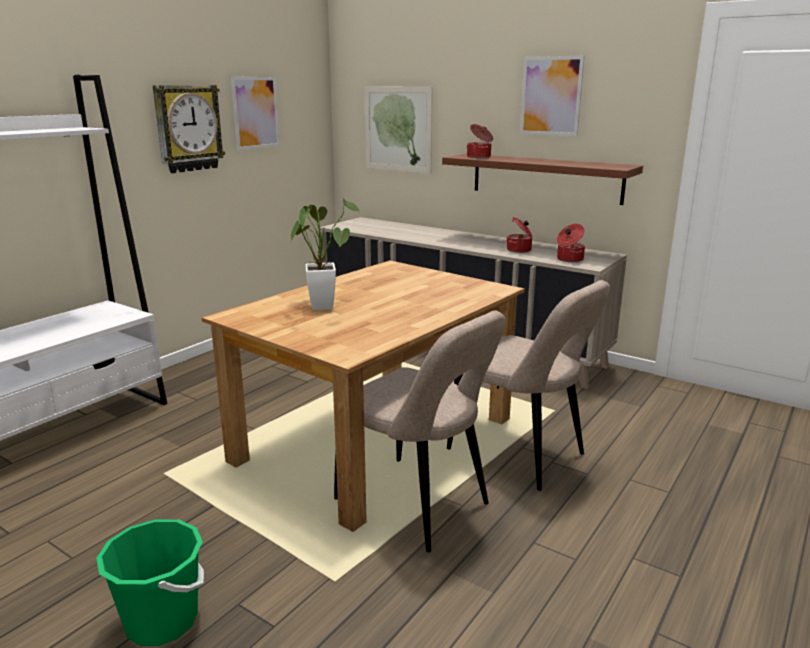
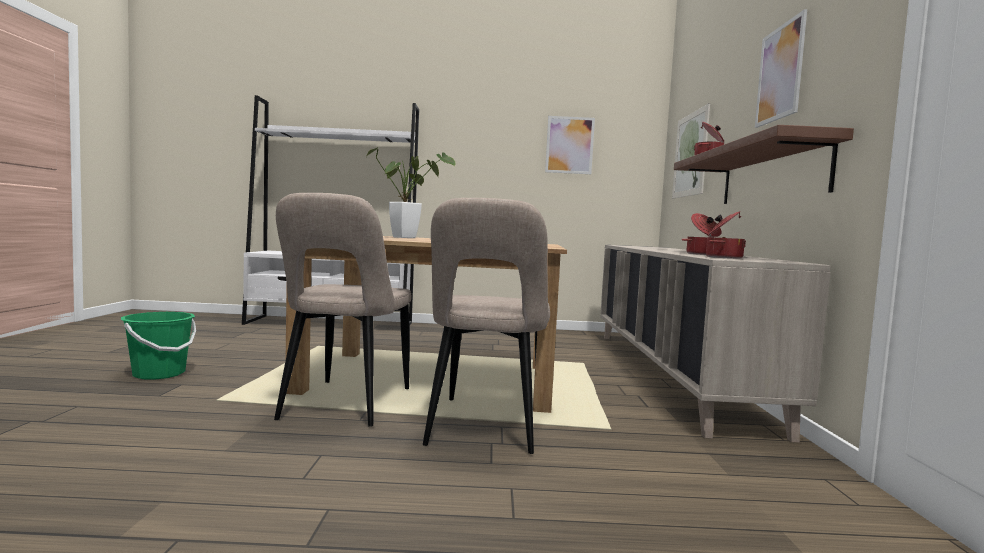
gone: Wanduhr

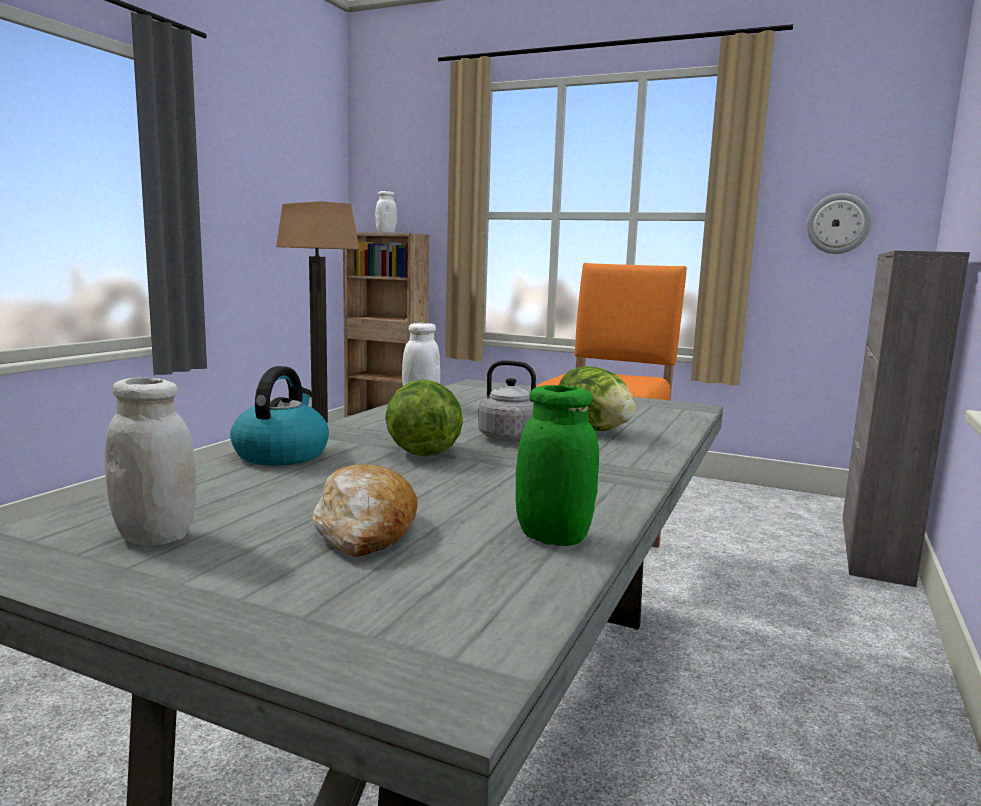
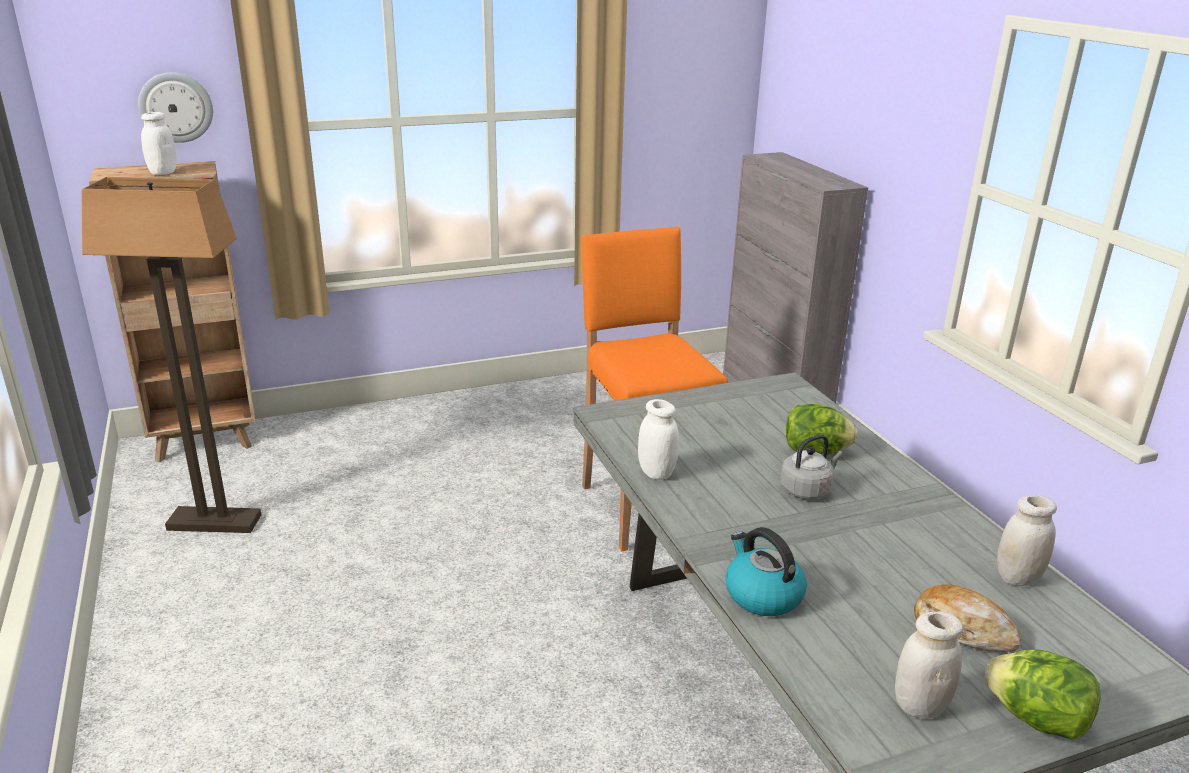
shifted: Salatkopf (no. 1 from left in the first image) to Salatkopf (no. 2 from left); Wanduhr
repainted: Vorratsglas (grün) to Vorratsglas (weiß) (no. 4 from left)

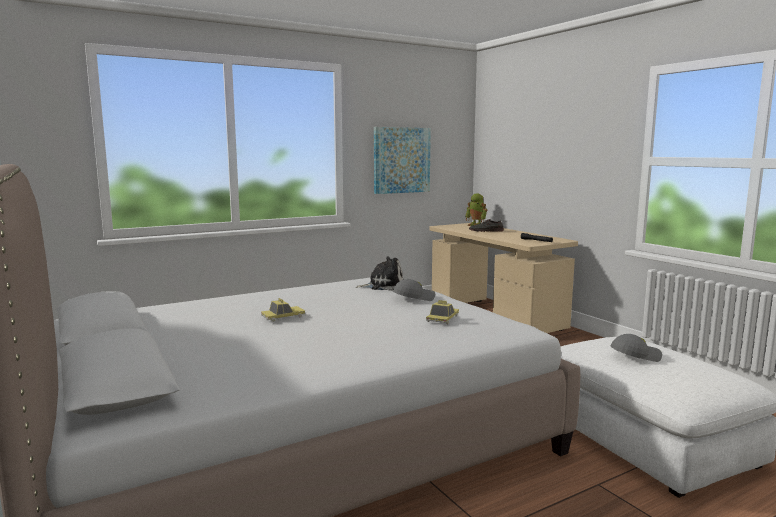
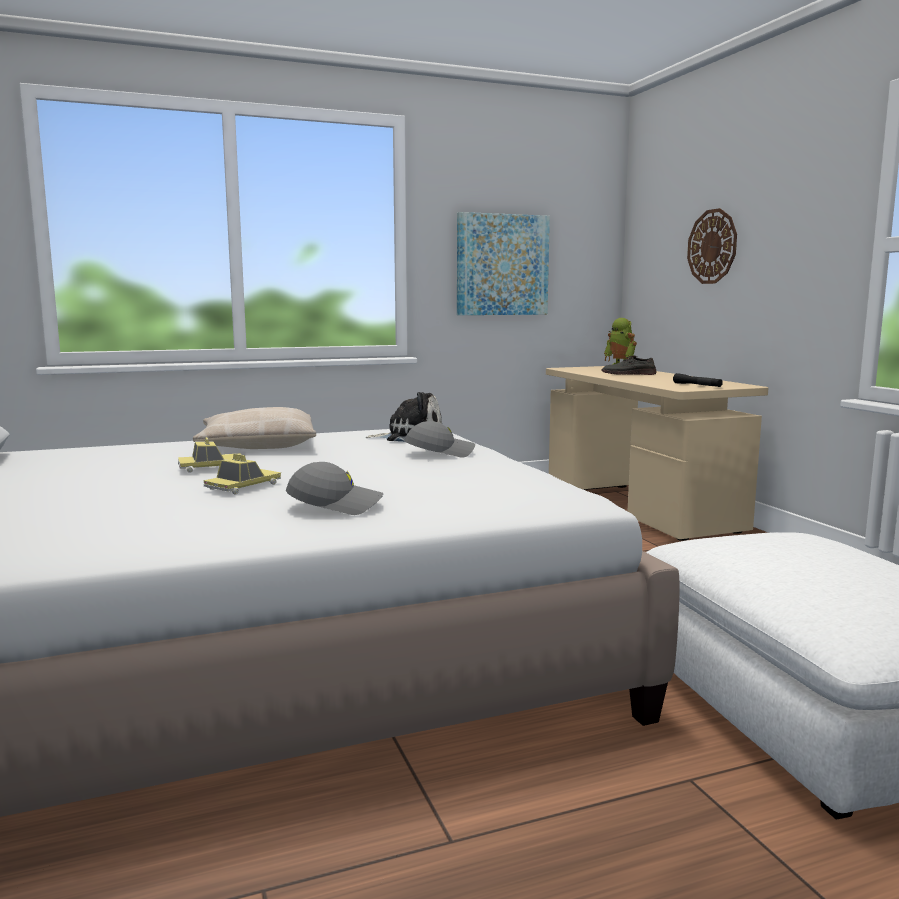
new: Kissen (beige); Wanduhr
shifted: Spielzeugauto (no. 2 from left); Kappe (grau) (no. 2 from left in the first image) to Kappe (grau) (no. 1 from left)

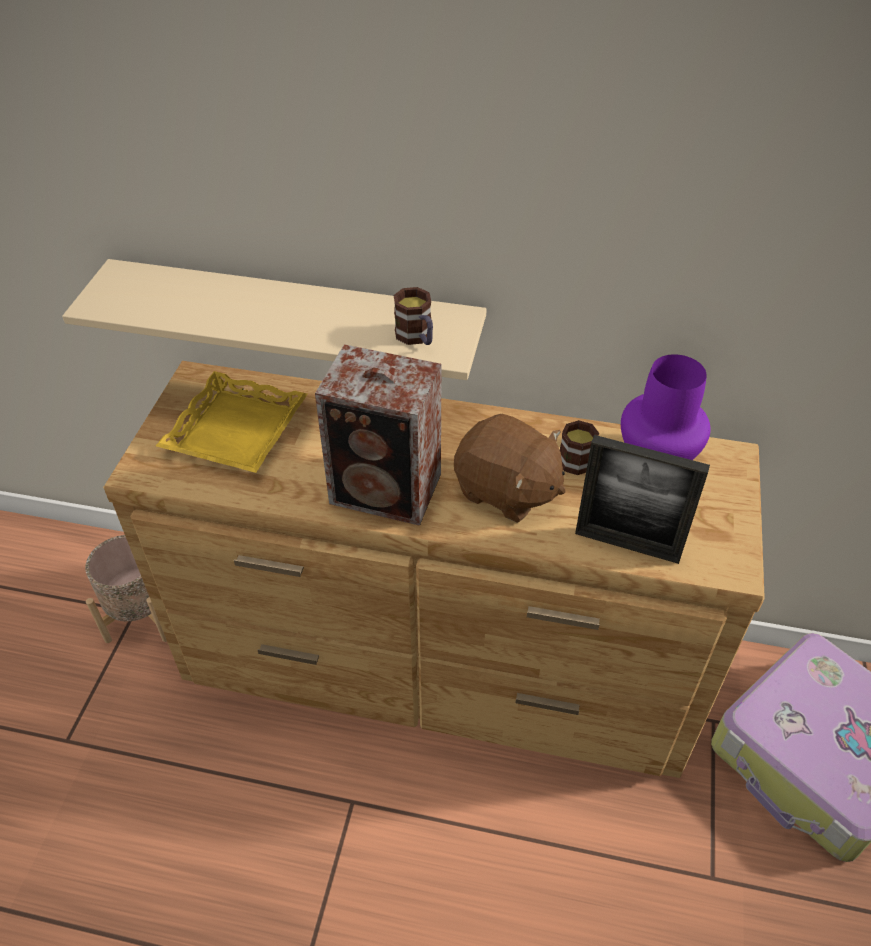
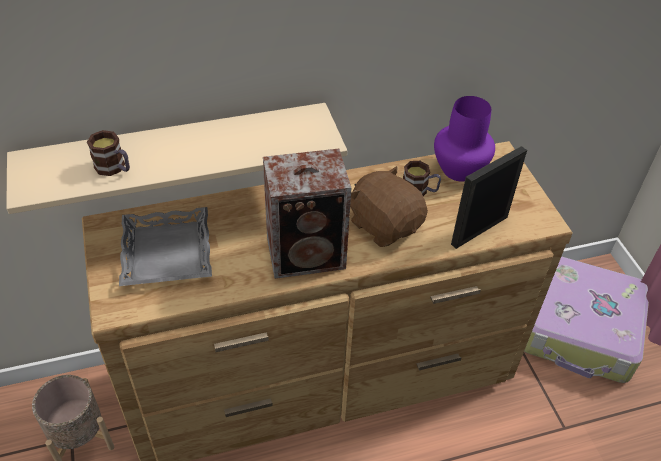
shifted: Henkelbecher (no. 1 from left)
repainted: Tablett (gelb) to Tablett (grau)
rotated: Plüschtier (braun) 135 degrees counterclockwise; Bilderrahmen 150 degrees clockwise

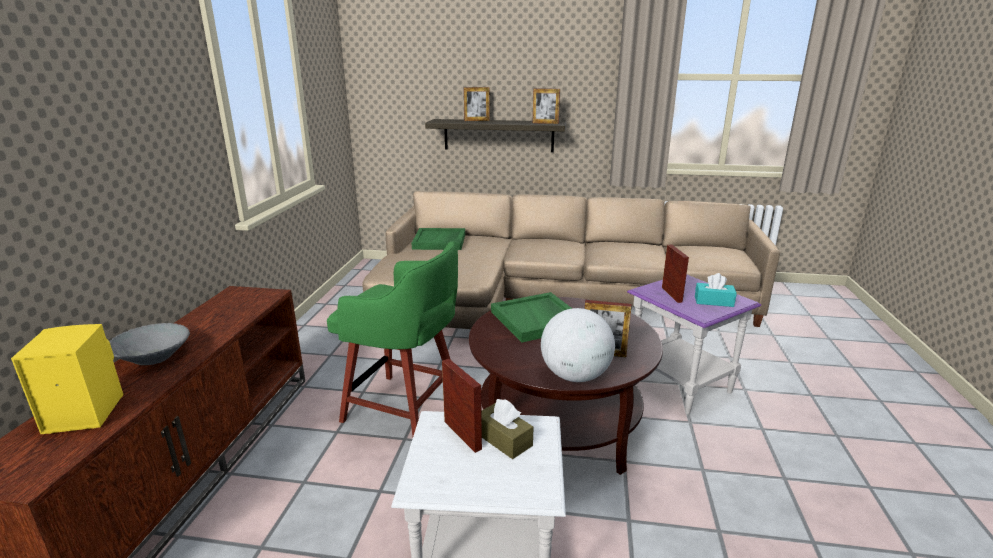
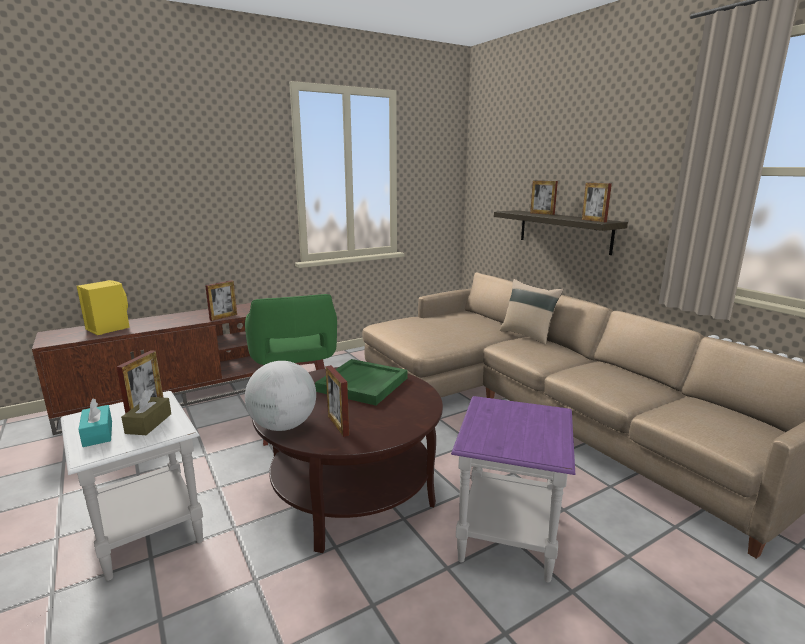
gone: Schüssel (grau); Tablett (grün) (no. 1 from left)
new: Kissen (beige)
shifted: Bilderrahmen (no. 5 from left in the first image) to Bilderrahmen (no. 2 from left); Taschentuchbox (türkis)

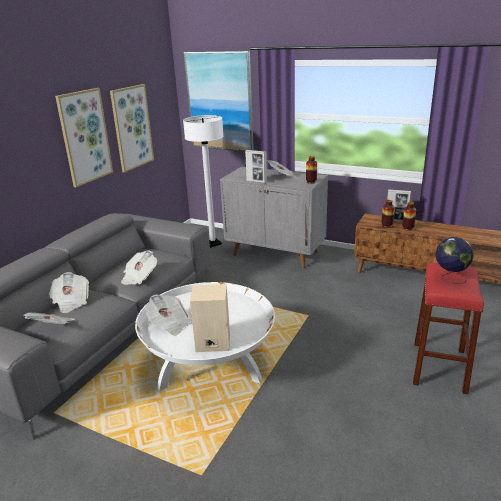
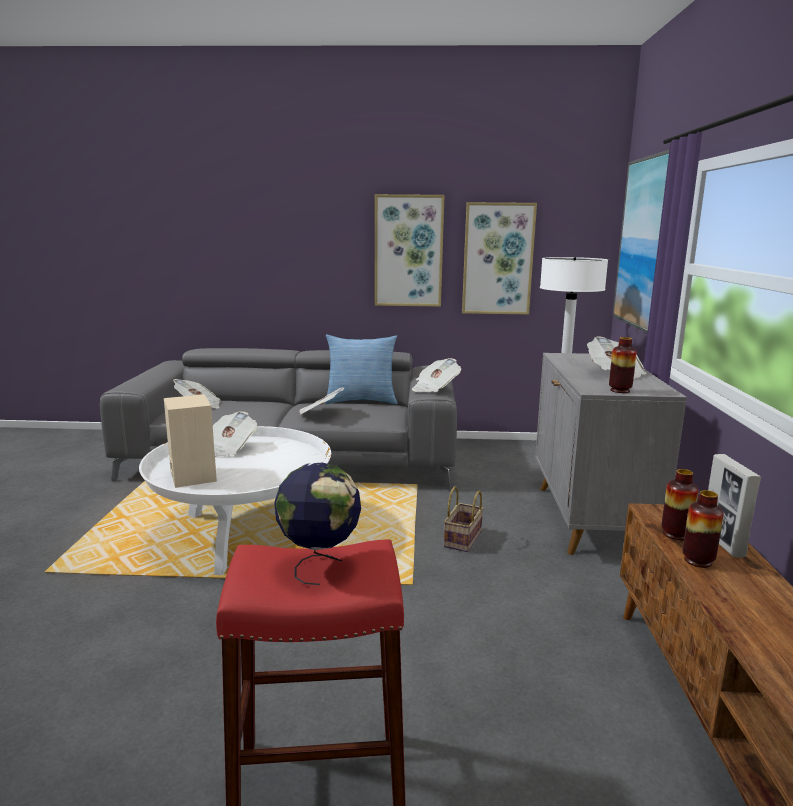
gone: Bilderrahmen (no. 1 from left)
new: Kissen; Korb
shifted: Zeitung (no. 2 from left in the first image) to Zeitung (no. 4 from left)

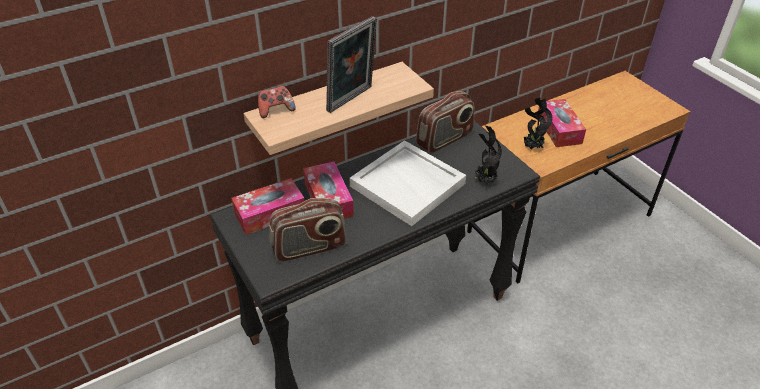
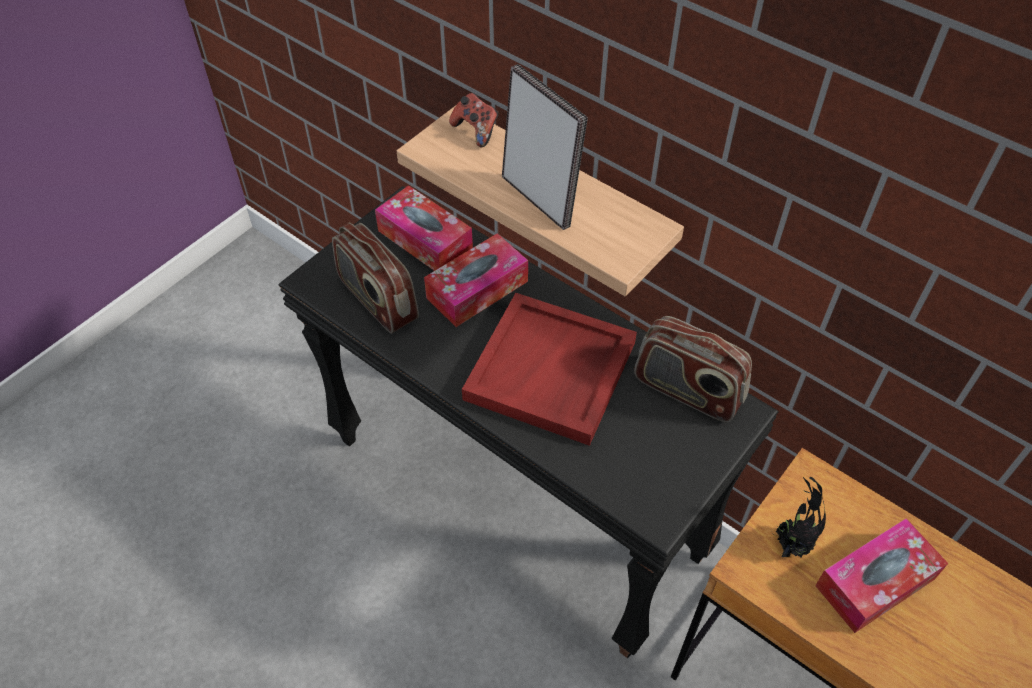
gone: Topfpflanze (no. 1 from left)
repainted: Tablett (weiß) to Tablett (rot)
rotated: Bilderrahmen 150 degrees counterclockwise

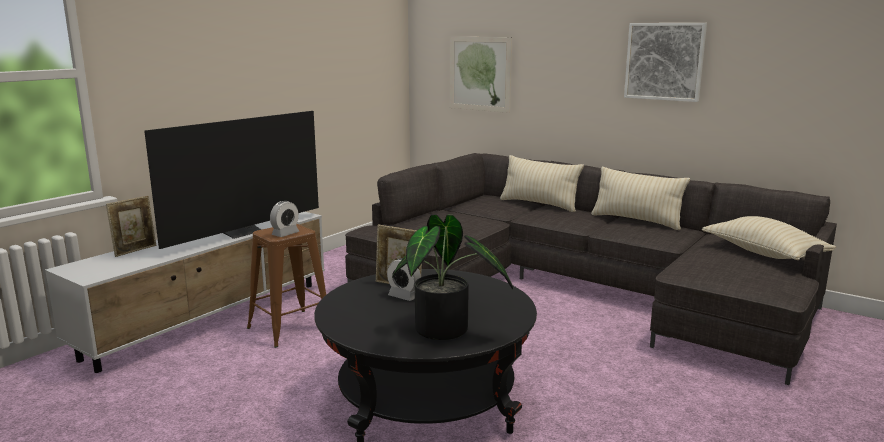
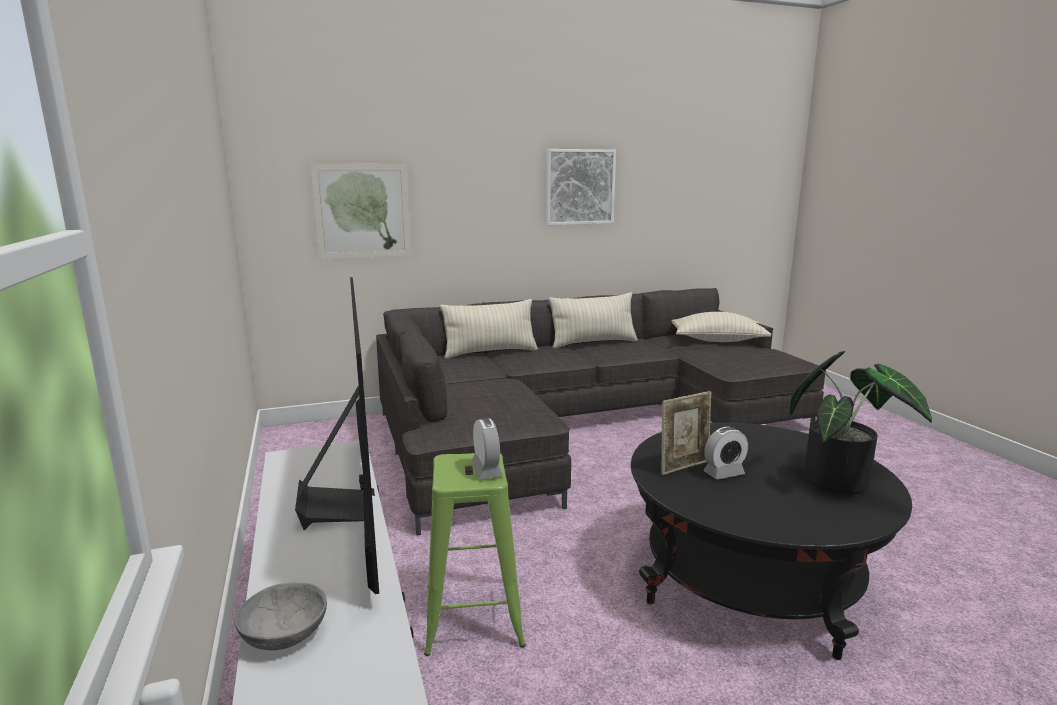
swapped: Bilderrahmen (no. 1 from left) to Schüssel (grau)
repainted: Hocker (braun) to Hocker (grün)

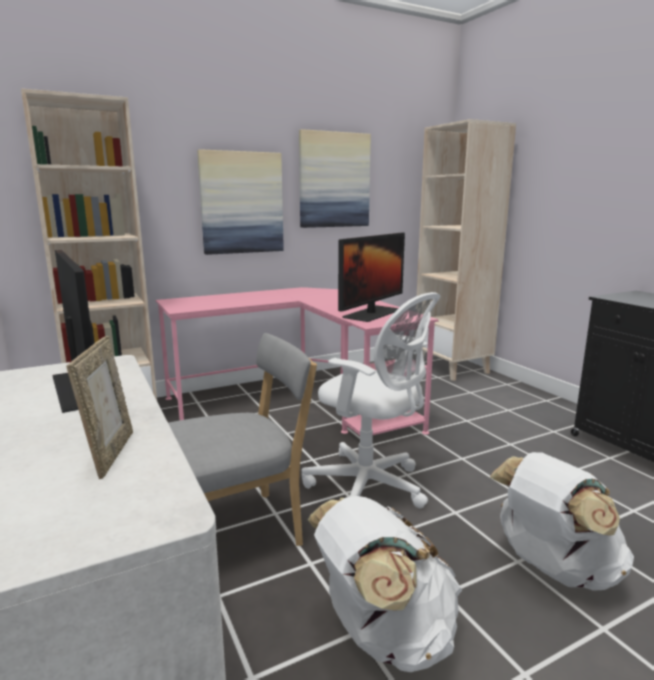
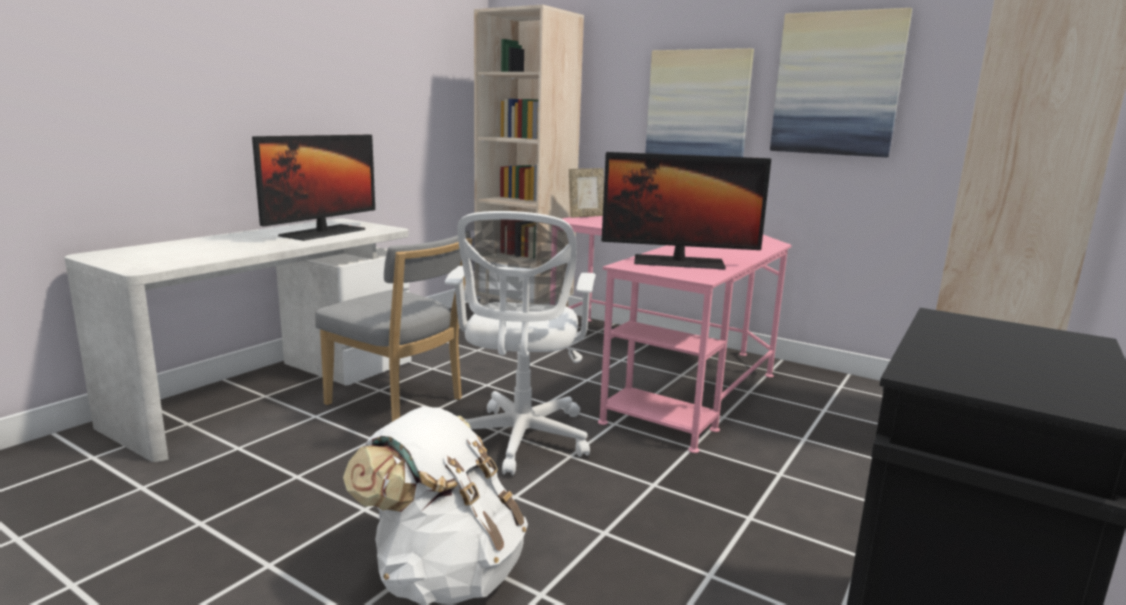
gone: Rucksack (weiß) (no. 1 from left)
shifted: Bilderrahmen

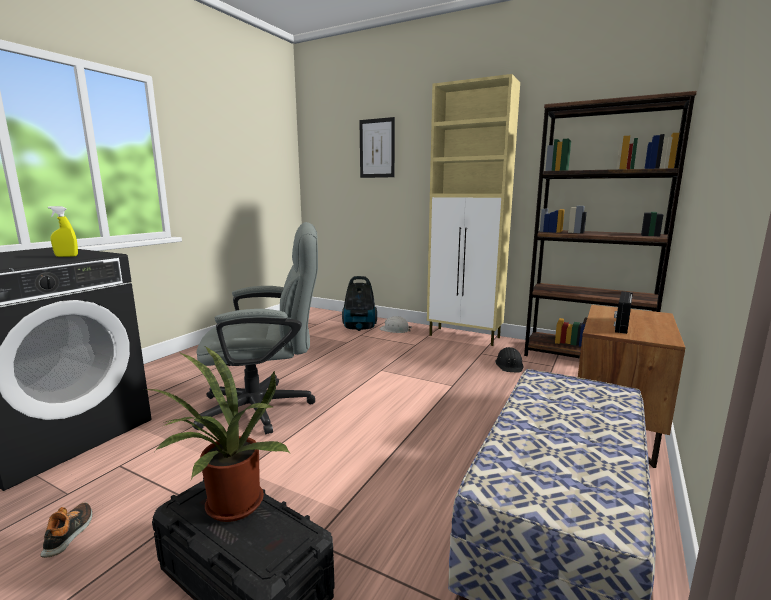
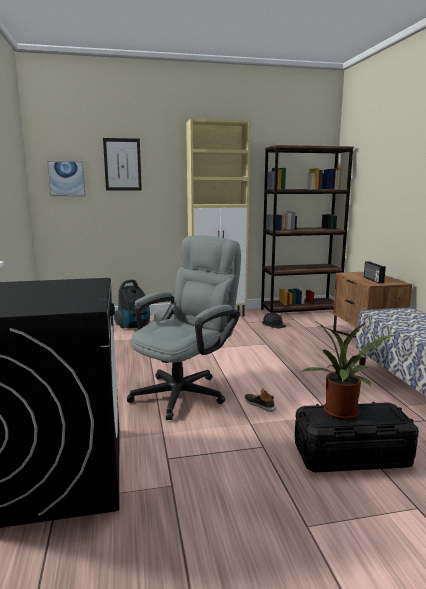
gone: Sprühflasche (gelb)
new: Bild (no. 1 from left)
shifted: Schuh

